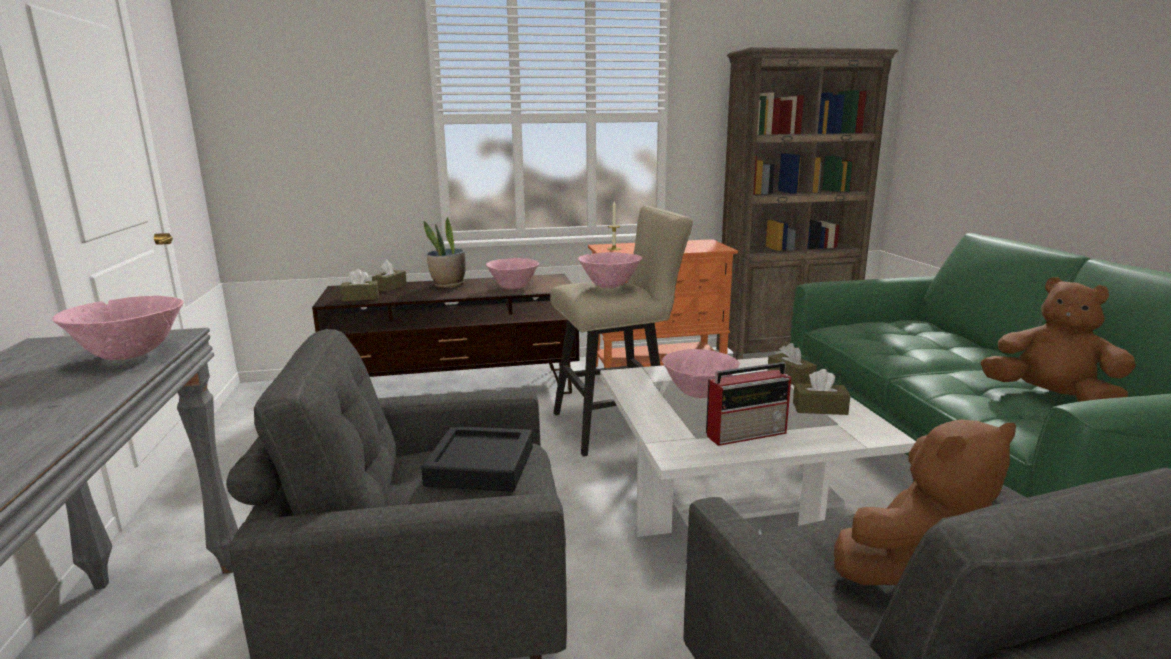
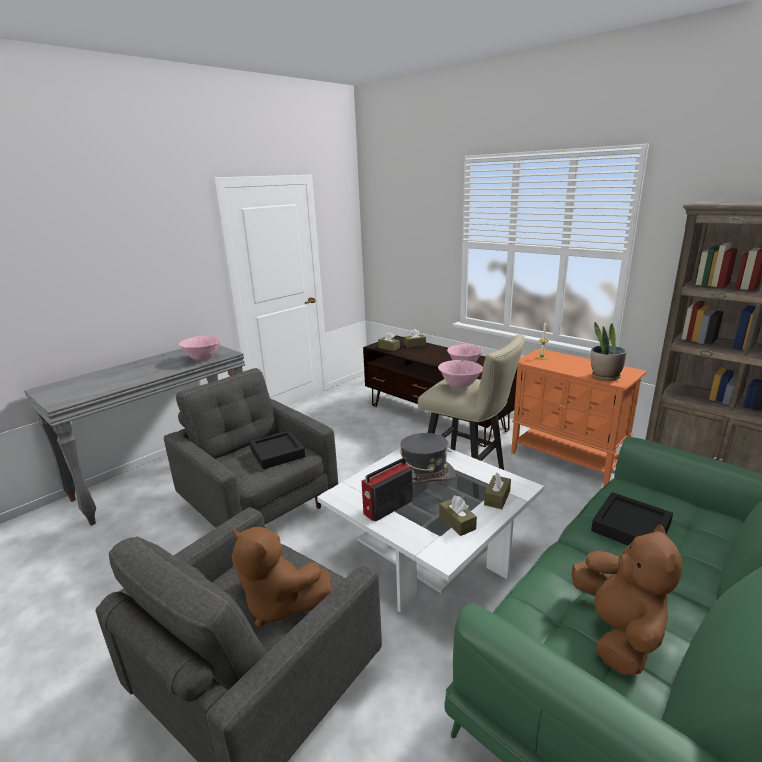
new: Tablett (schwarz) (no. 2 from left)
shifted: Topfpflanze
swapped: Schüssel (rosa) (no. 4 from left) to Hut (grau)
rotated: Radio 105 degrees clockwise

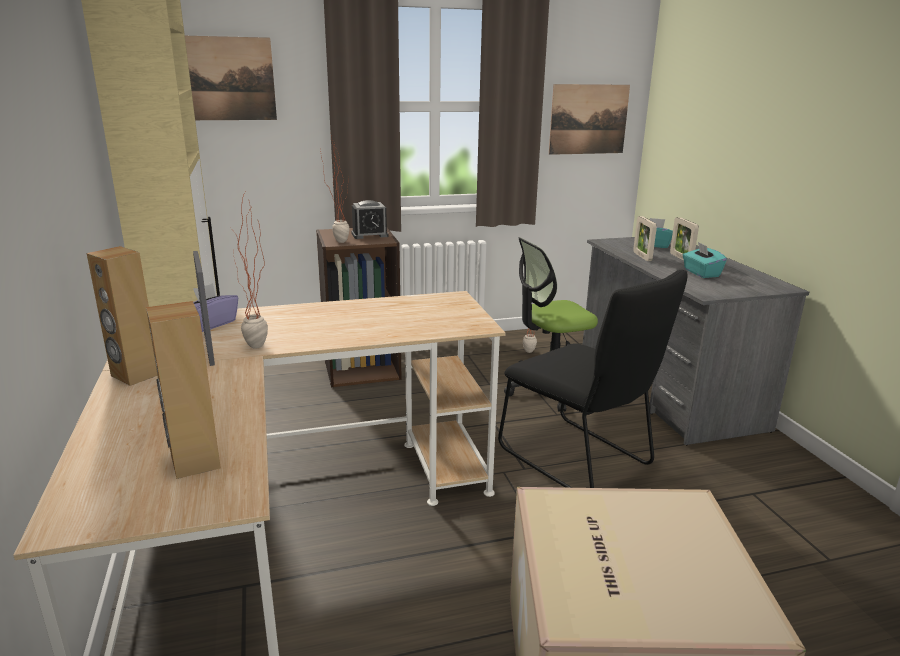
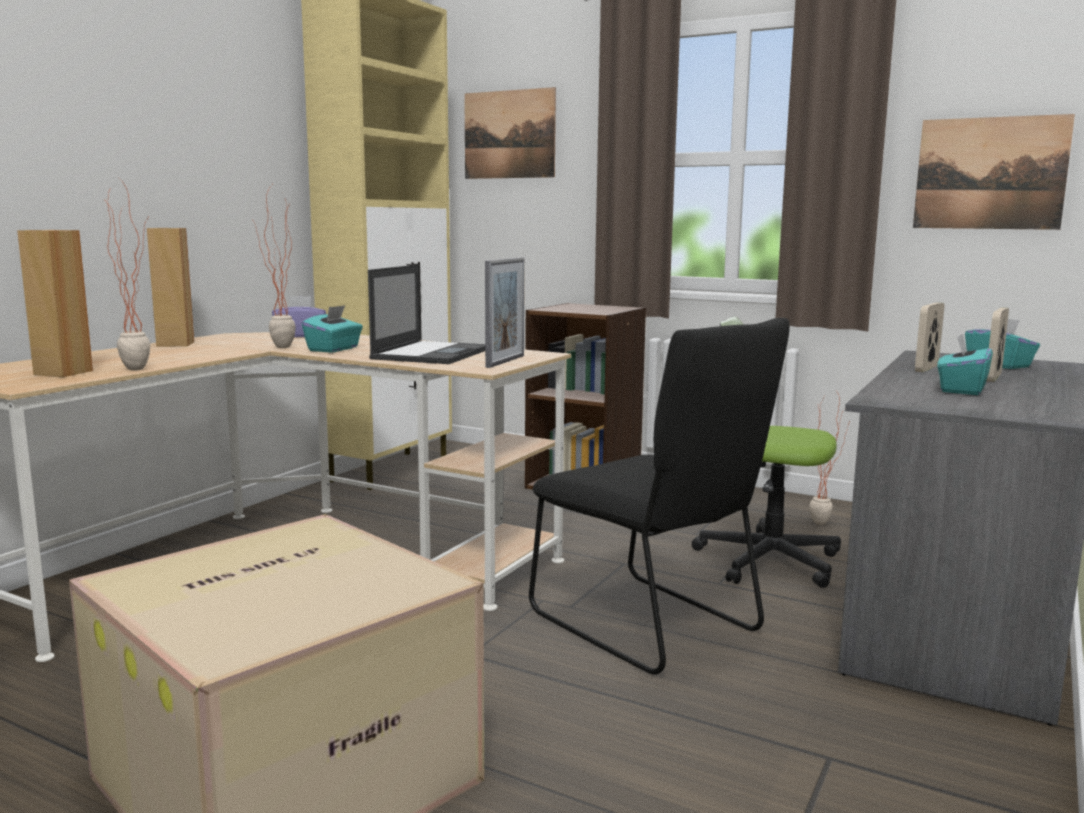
gone: Wecker
new: Taschentuchbox (türkis) (no. 1 from left); Laptop
shifted: Bilderrahmen (no. 1 from left); Topfpflanze (no. 2 from left in the first image) to Topfpflanze (no. 1 from left)
rotated: Stuhl (schwarz) 45 degrees counterclockwise

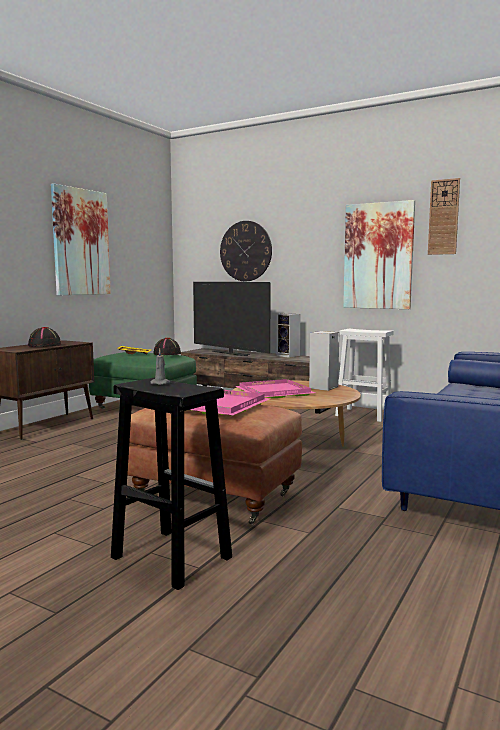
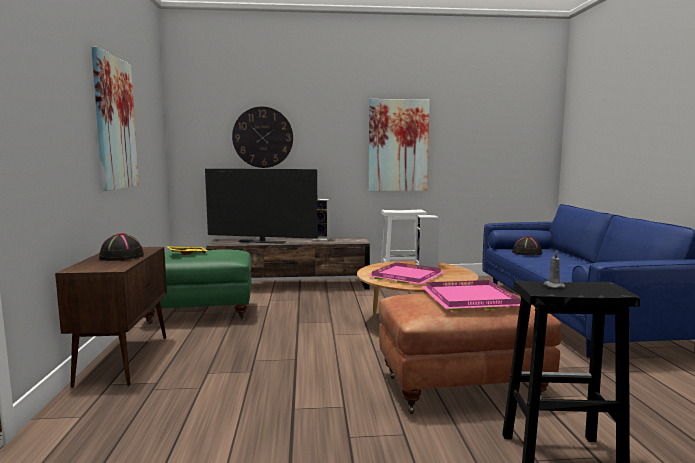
gone: Wanduhr (no. 2 from left)
shifted: Hut (schwarz) (no. 2 from left)

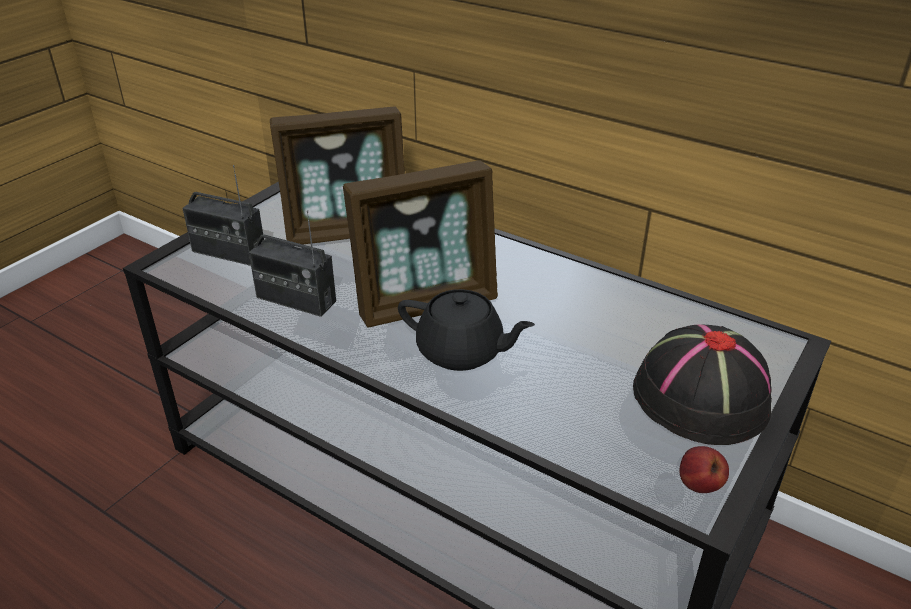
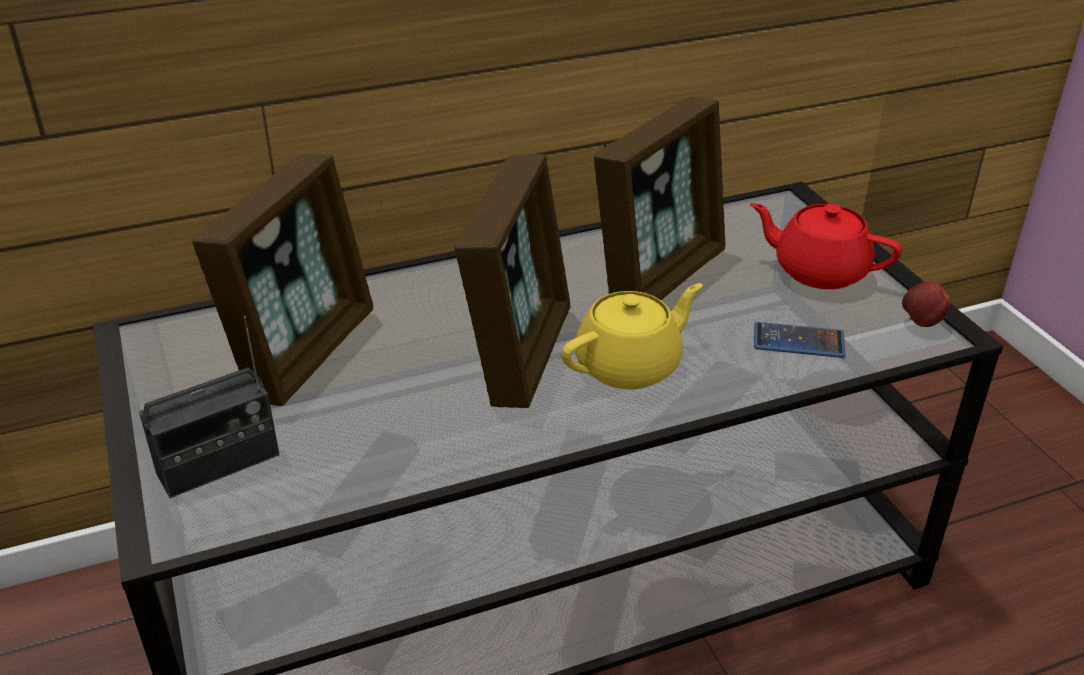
gone: Radio (no. 2 from left)
new: Bilderrahmen (no. 3 from left); Handy
swapped: Hut (schwarz) to Teekanne (rot)
repainted: Teekanne (schwarz) to Teekanne (gelb)

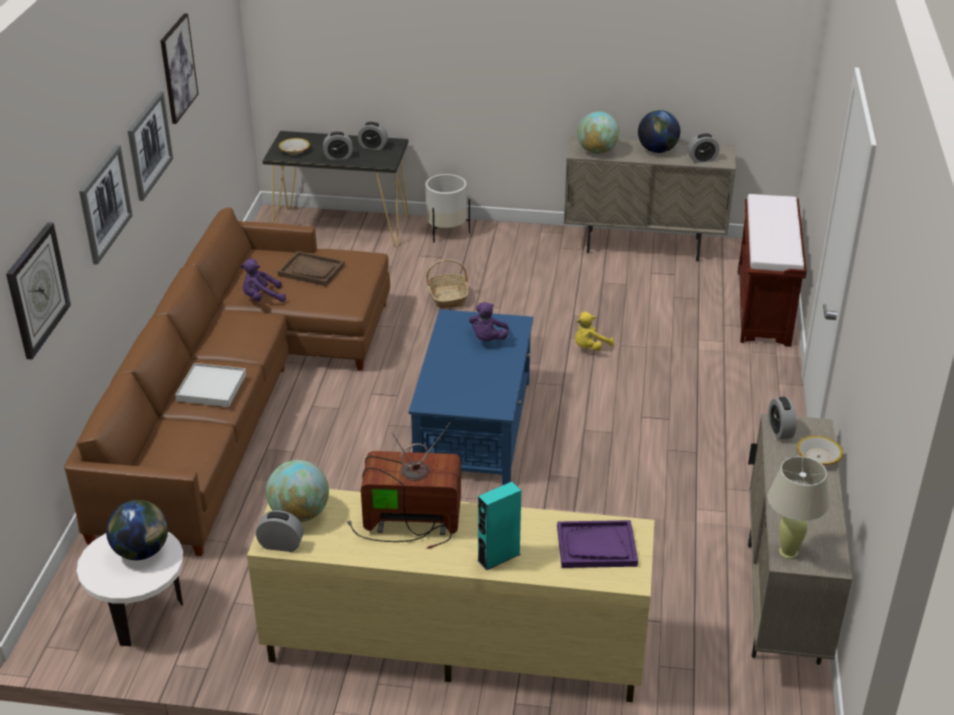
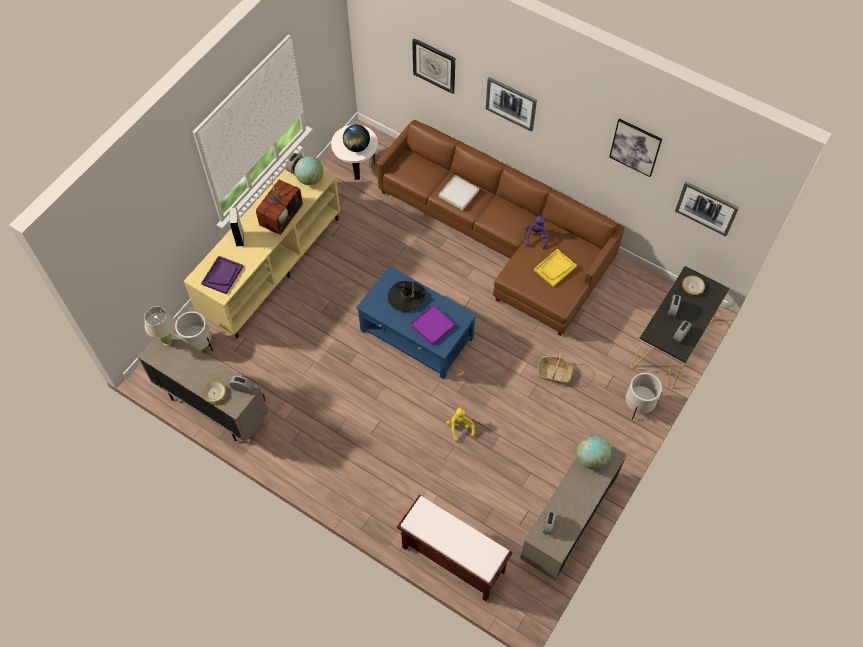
gone: Globus (no. 4 from left)
new: Pflanzkübel (weiß) (no. 1 from left); Hut (schwarz)
shifted: Bild (no. 2 from left in the first image) to Bild (no. 3 from left)
swapped: Plüschtier (lila) (no. 2 from left) to Tablett (lila) (no. 2 from left)
repainted: Tablett (braun) to Tablett (gelb); Lautsprecher (türkis) to Lautsprecher (grau)

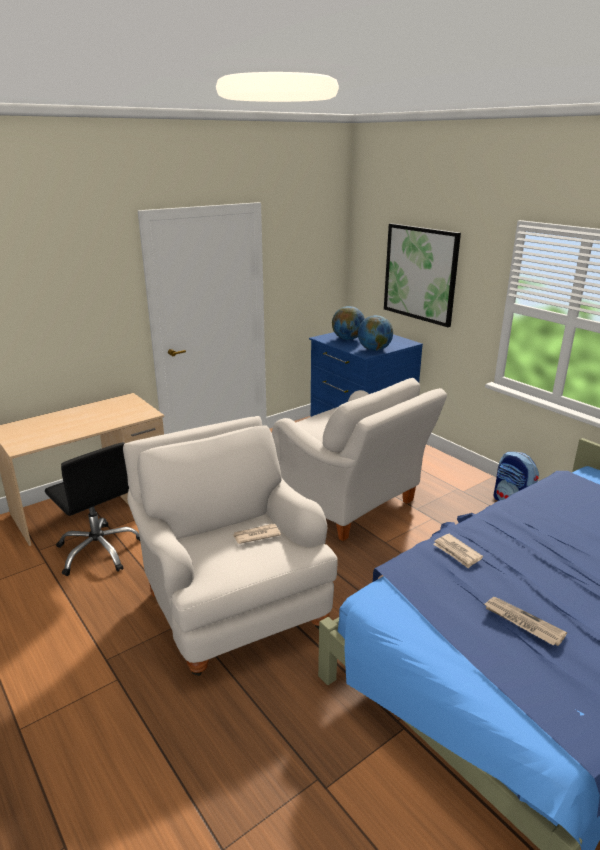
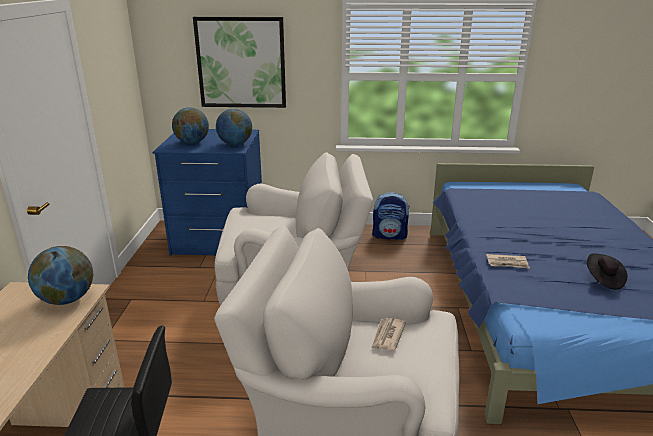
new: Globus (no. 1 from left)
swapped: Zeitung (no. 3 from left) to Hut (schwarz)

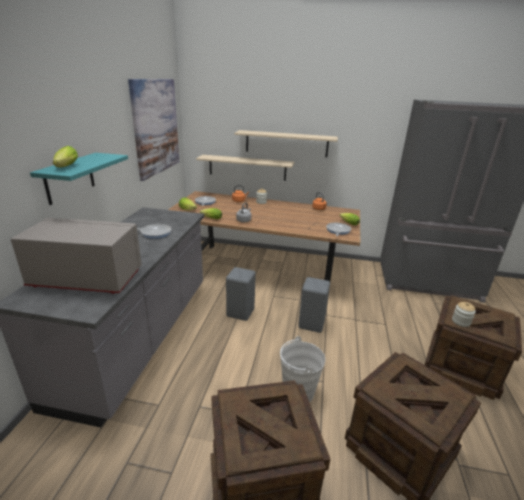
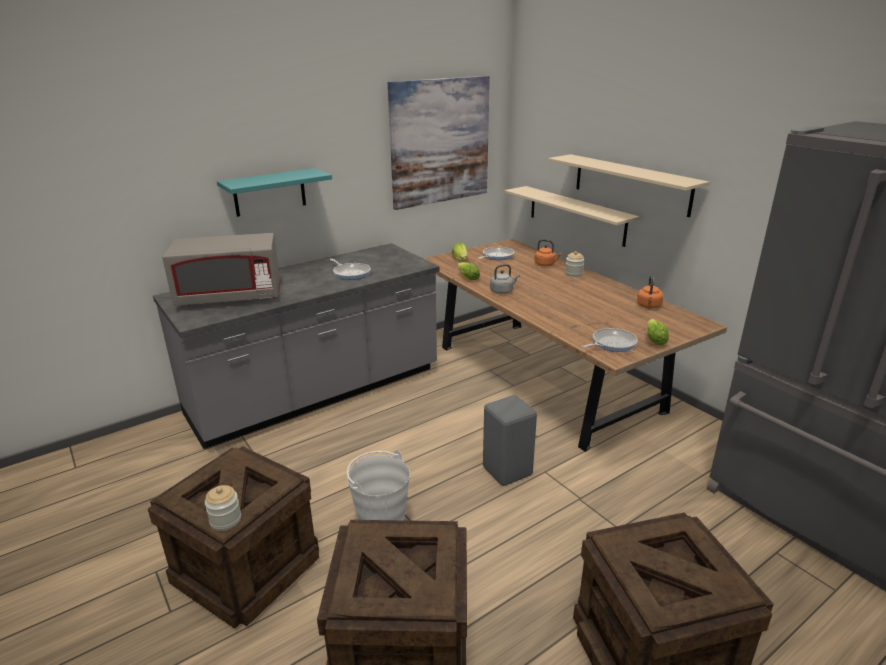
gone: Salatkopf (no. 1 from left); Hocker (grau) (no. 1 from left)
shifted: Vorratsglas (no. 2 from left in the first image) to Vorratsglas (no. 1 from left)
rotated: Mikrowelle (grau) 120 degrees clockwise

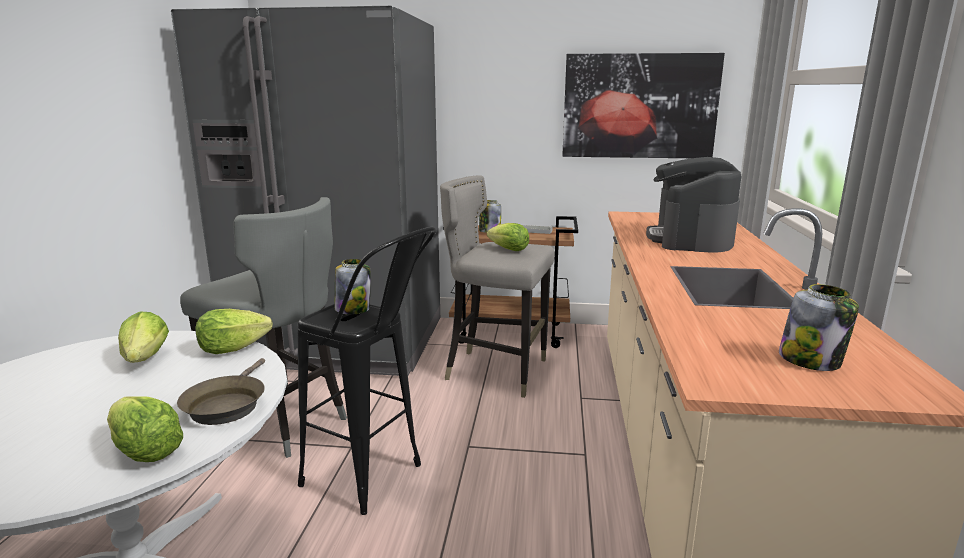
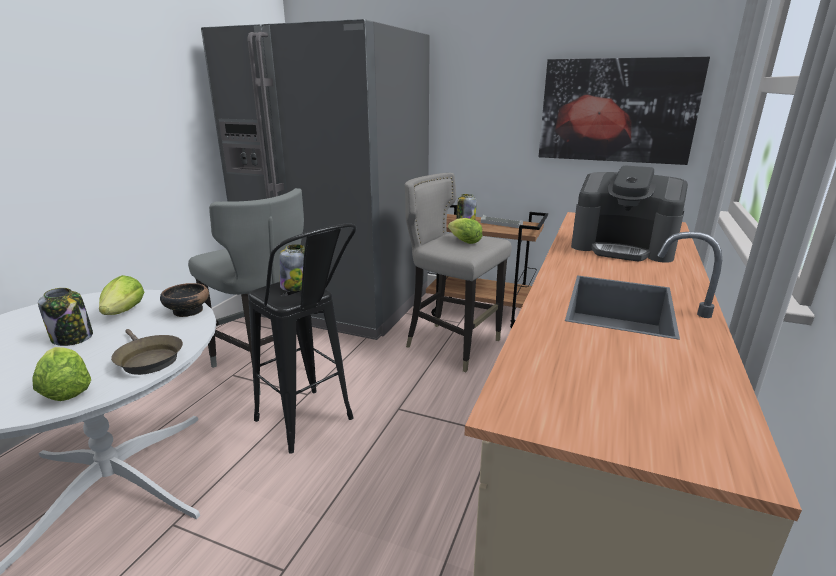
shifted: Vorratsglas (no. 3 from left in the first image) to Vorratsglas (no. 1 from left)
swapped: Salatkopf (no. 3 from left) to Schüssel
rotated: Pfanne (braun) 60 degrees counterclockwise; Kaffeemaschine 90 degrees counterclockwise

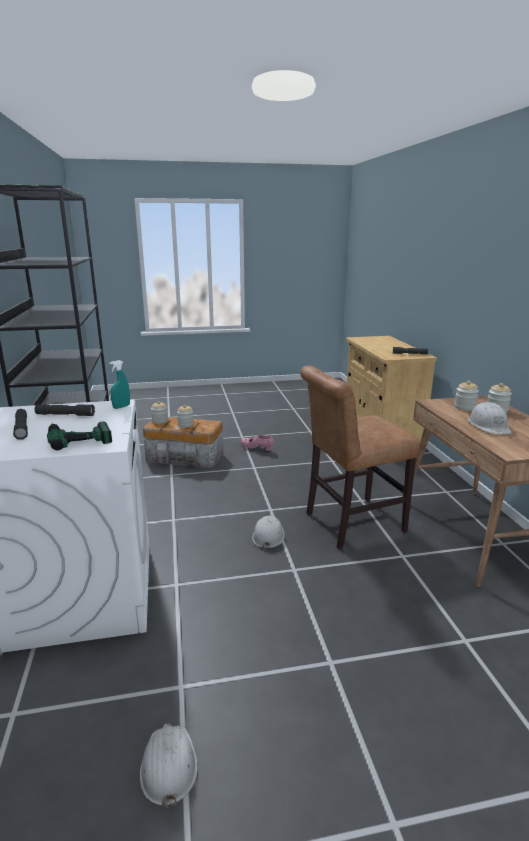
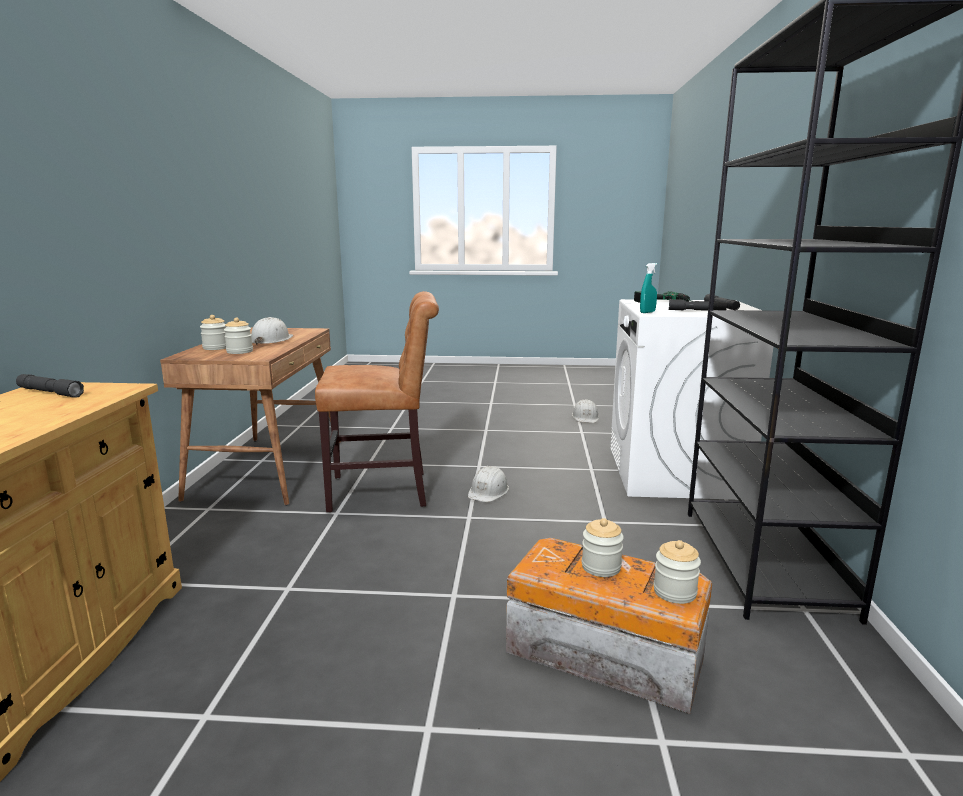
gone: Schuh (rosa)

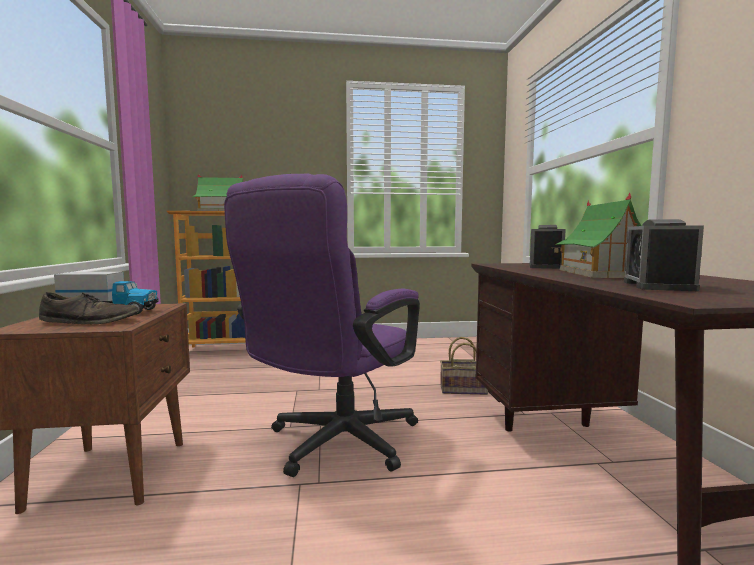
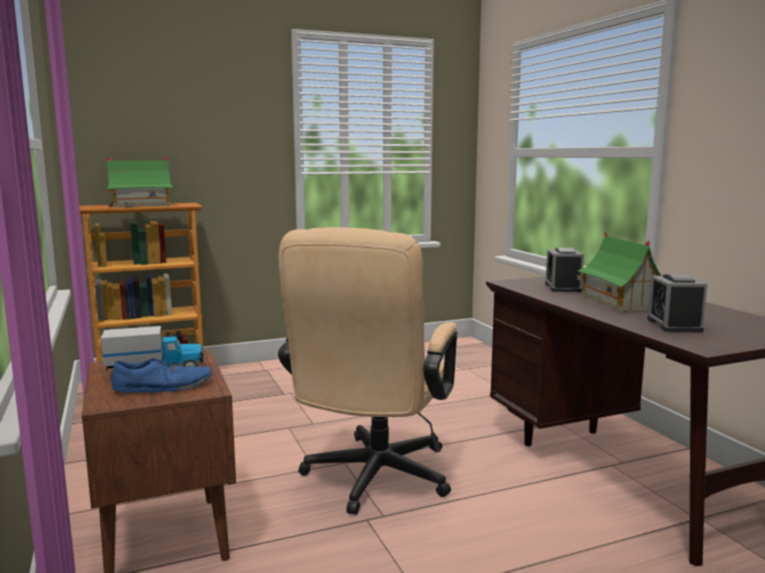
gone: Korb
repainted: Schuh (braun) to Schuh (blau); Bürostuhl (lila) to Bürostuhl (beige)

